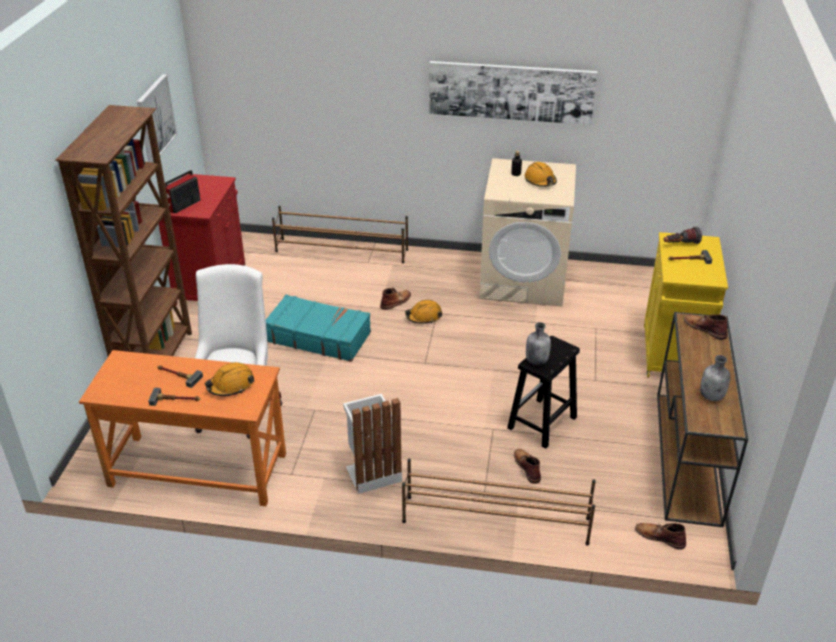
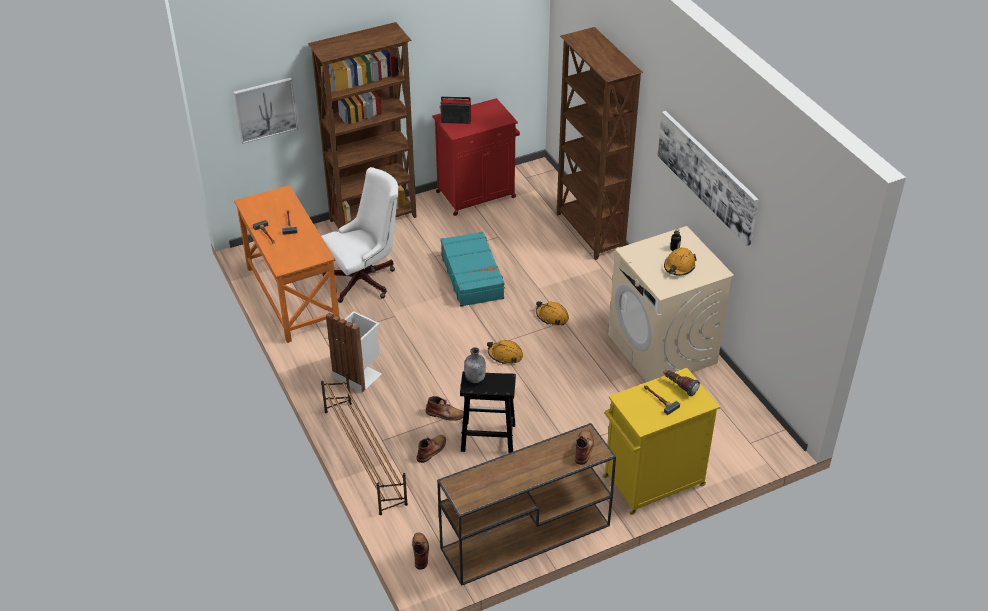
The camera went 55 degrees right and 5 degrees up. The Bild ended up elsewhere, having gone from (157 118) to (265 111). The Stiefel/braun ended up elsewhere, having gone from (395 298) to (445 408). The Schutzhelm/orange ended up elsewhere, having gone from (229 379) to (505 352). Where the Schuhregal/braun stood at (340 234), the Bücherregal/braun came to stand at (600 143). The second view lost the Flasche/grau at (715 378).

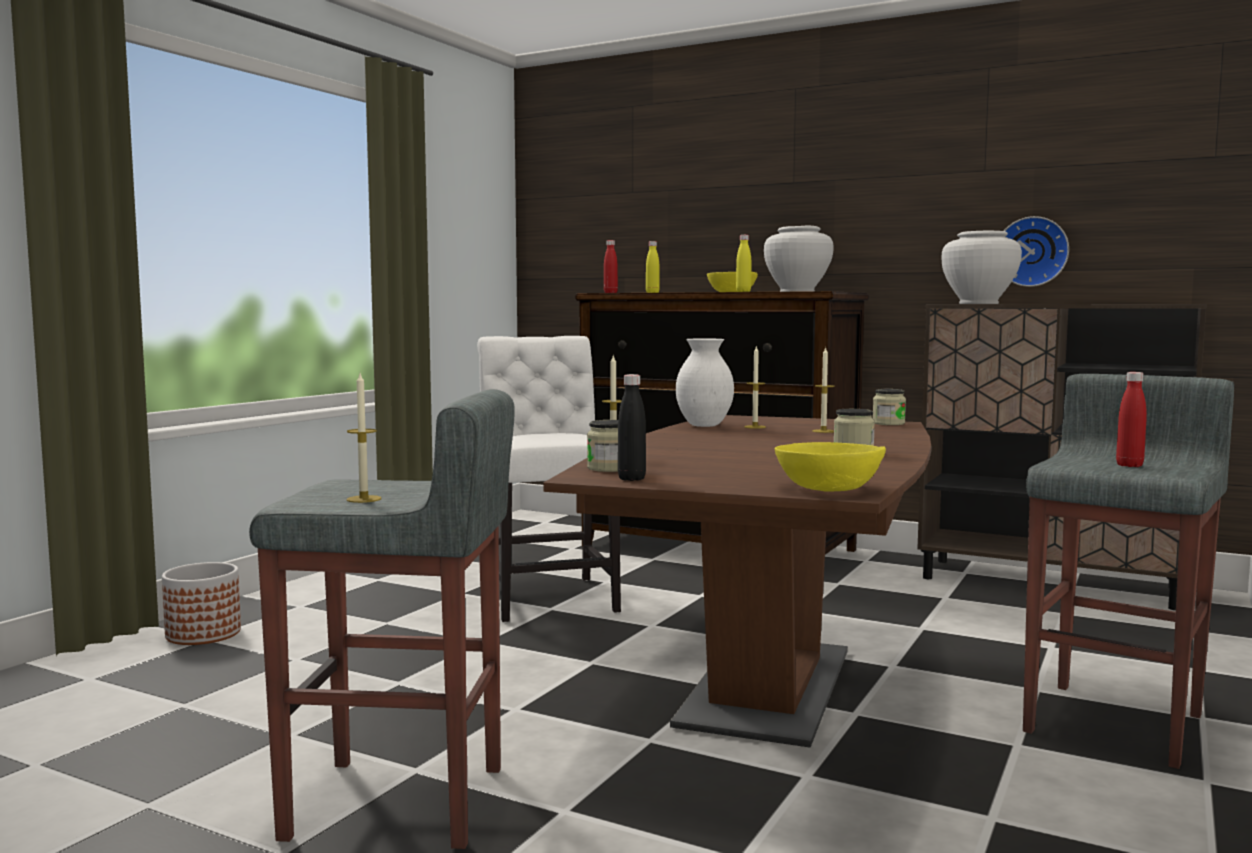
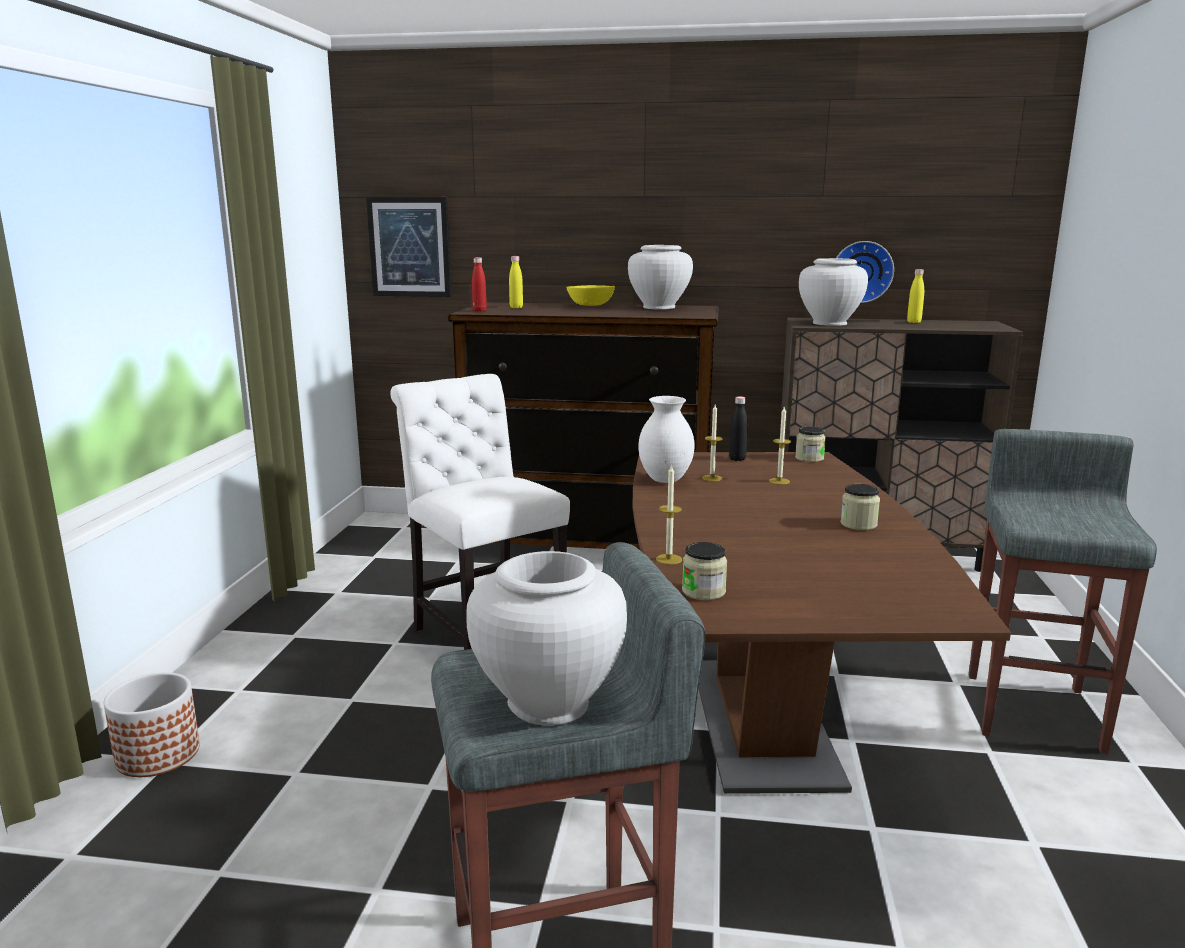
The camera went 20 degrees left and 10 degrees up. The second view gained the Bild at (409 247). Where the Kerze stood at (364 438), the Vase/weiß came to stand at (546 638). The Flasche/schwarz ended up elsewhere, having gone from (632 427) to (738 428). The Flasche/gelb ended up elsewhere, having gone from (743 263) to (915 296). The second view lost the Schüssel/gelb at (830 467). The second view lost the Flasche/rot at (1131 419).

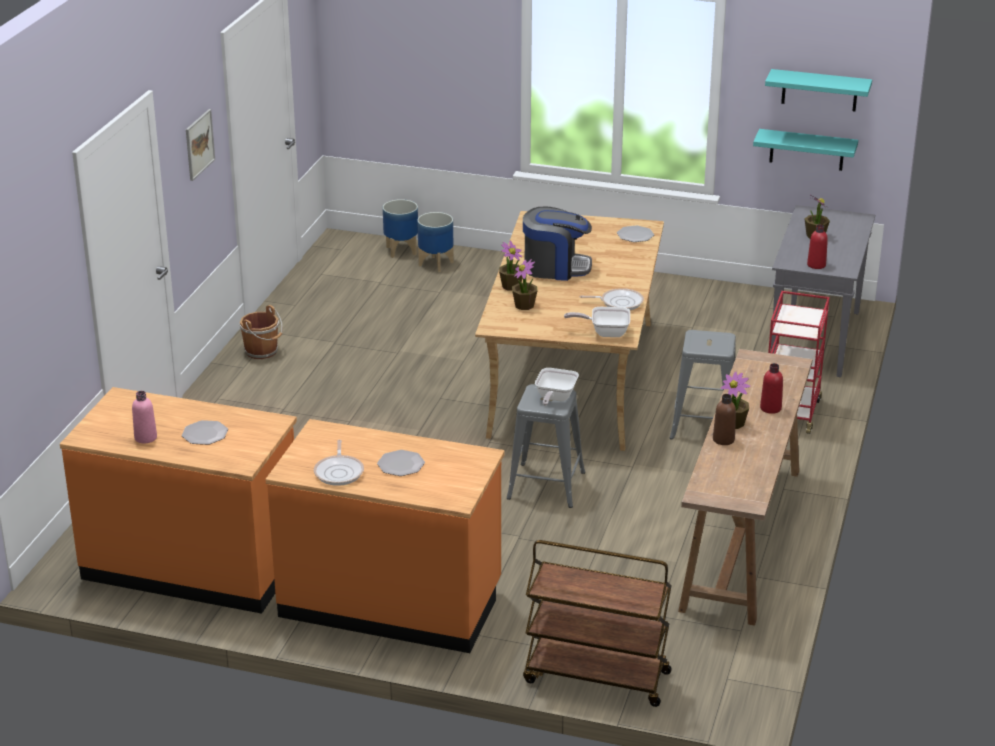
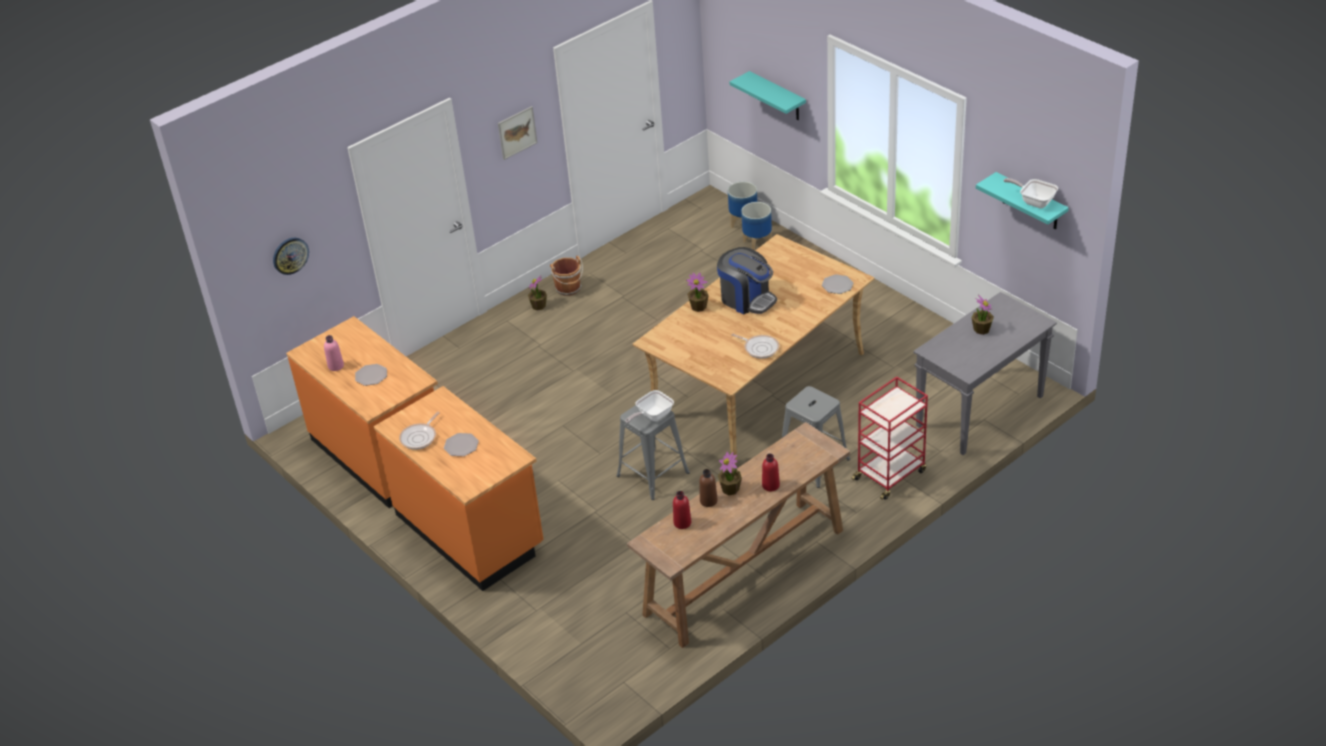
The camera went 35 degrees right and 10 degrees up. The second view gained the Wanduhr at (291 256). The Topfpflanze ended up elsewhere, having gone from (524 284) to (537 293). The Flasche/rot ended up elsewhere, having gone from (817 247) to (682 510). The Wandregal/türkis ended up elsewhere, having gone from (805 150) to (768 95). The Pfanne ended up elsewhere, having gone from (597 322) to (1030 193). The second view lost the Rollwagen/braun at (597 623).

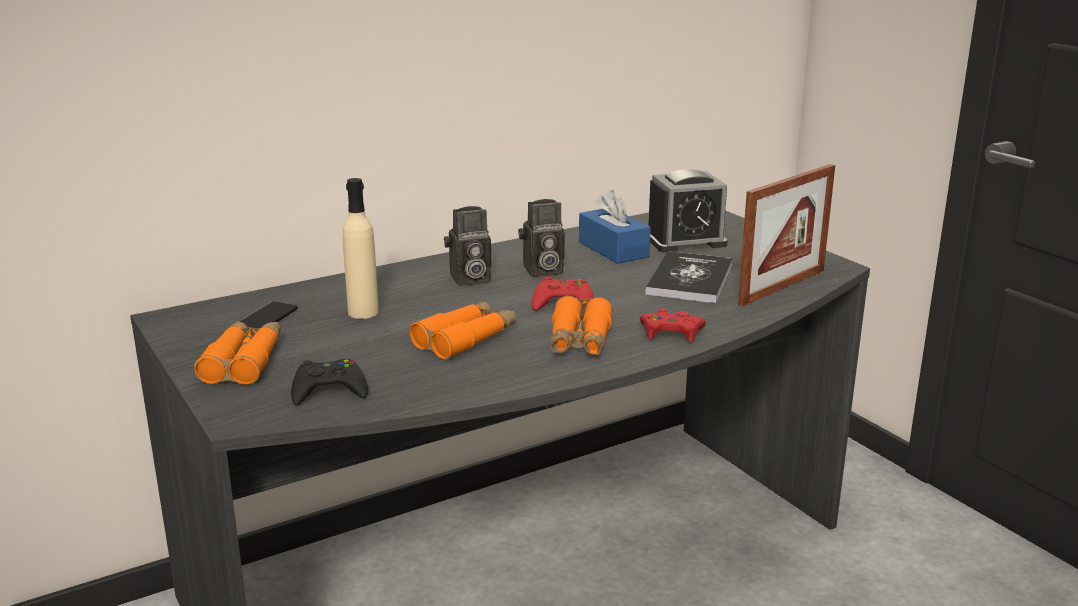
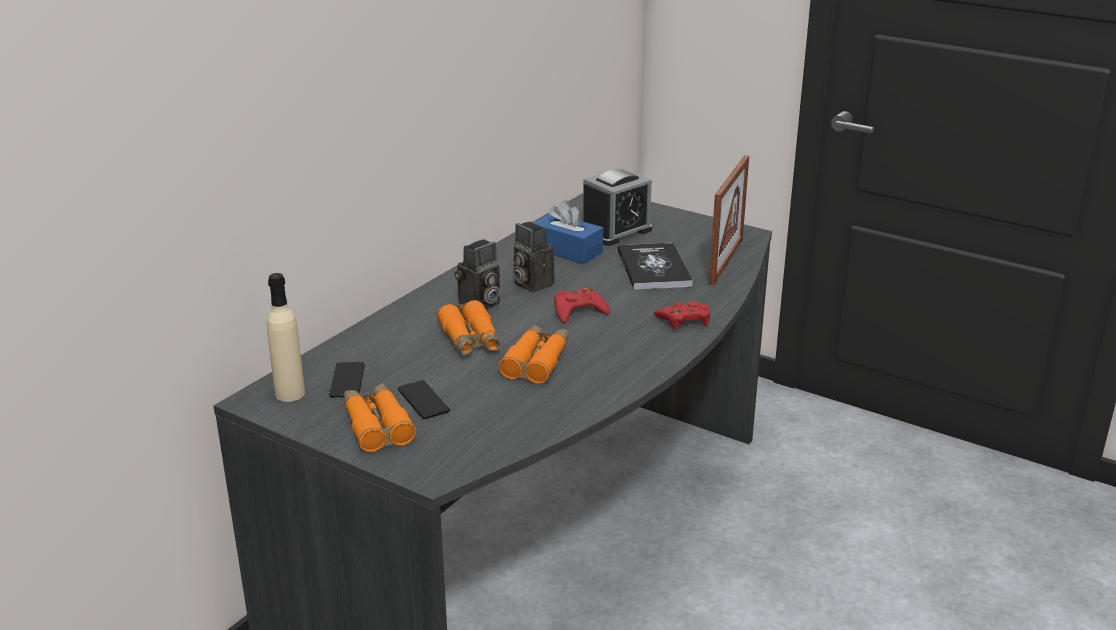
The camera went 25 degrees left and 5 degrees up. The Flasche/beige ended up elsewhere, having gone from (361 248) to (286 337). The second view gained the Handy at (424 399). The Fernglas/orange ended up elsewhere, having gone from (582 325) to (469 328). The Kamera at (541 238) ended up facing another way, 90 degrees clockwise from before. The second view lost the Gamepad/schwarz at (329 382).

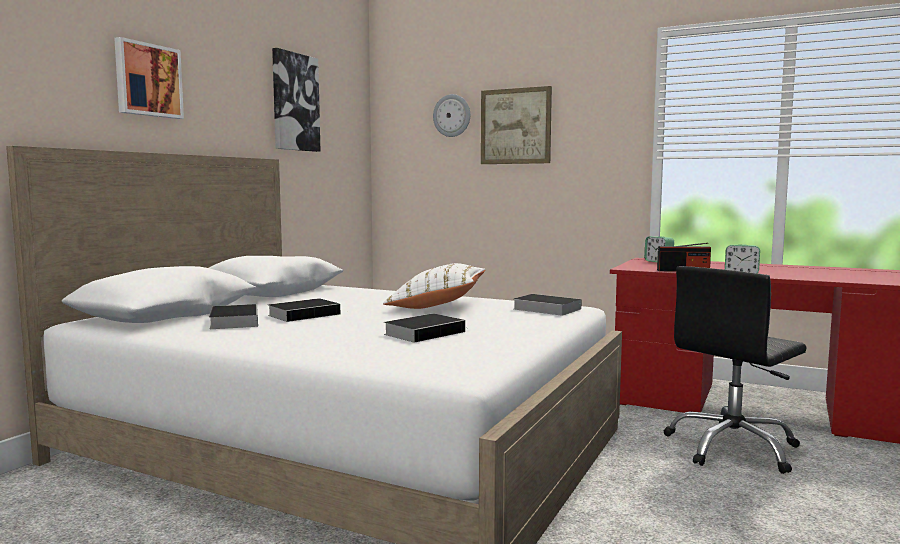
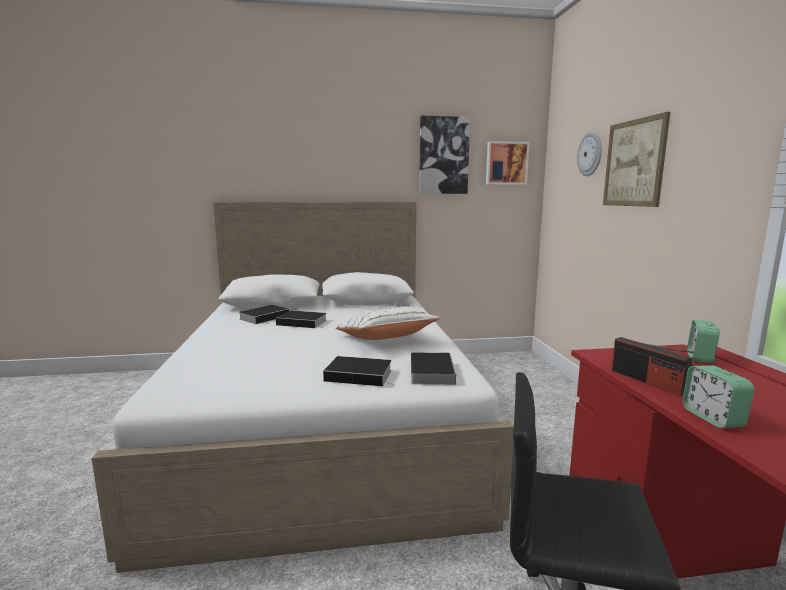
The camera went 55 degrees right and 5 degrees up. The Buch ended up elsewhere, having gone from (424 328) to (359 371). The Bild ended up elsewhere, having gone from (149 78) to (508 163).

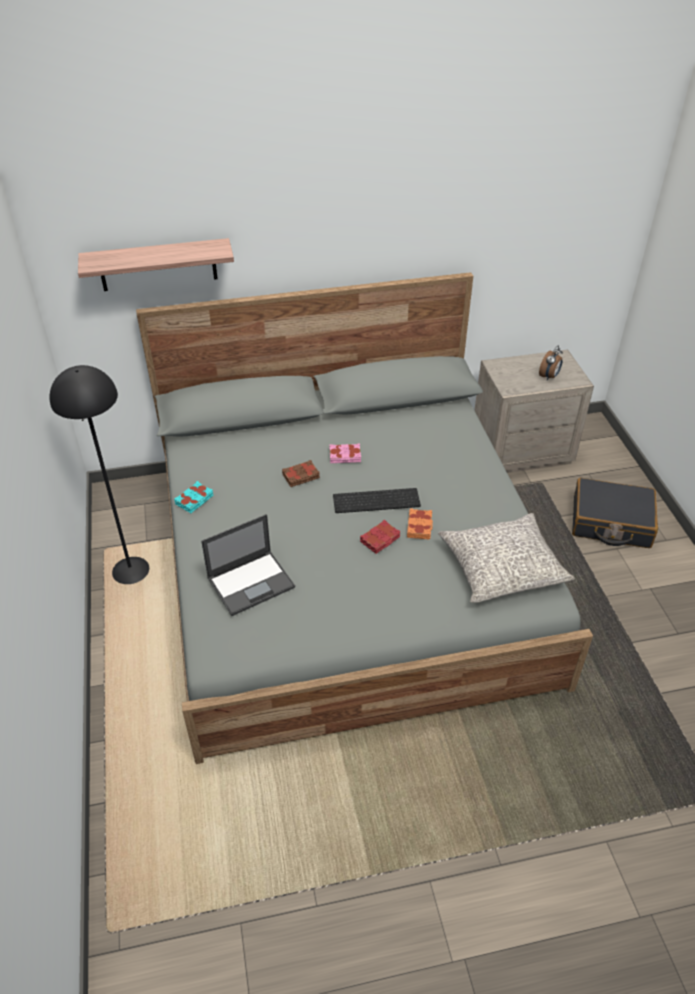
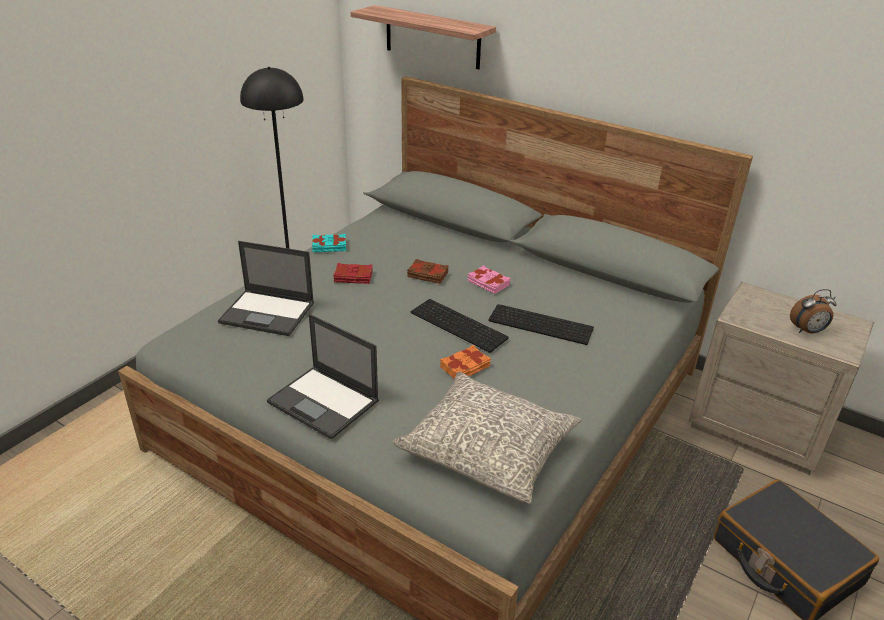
The camera went 45 degrees right and 10 degrees down. The second view gained the Laptop at (323 377). The Buch/rot ended up elsewhere, having gone from (380 537) to (353 273). The second view gained the Tastatur at (541 324).

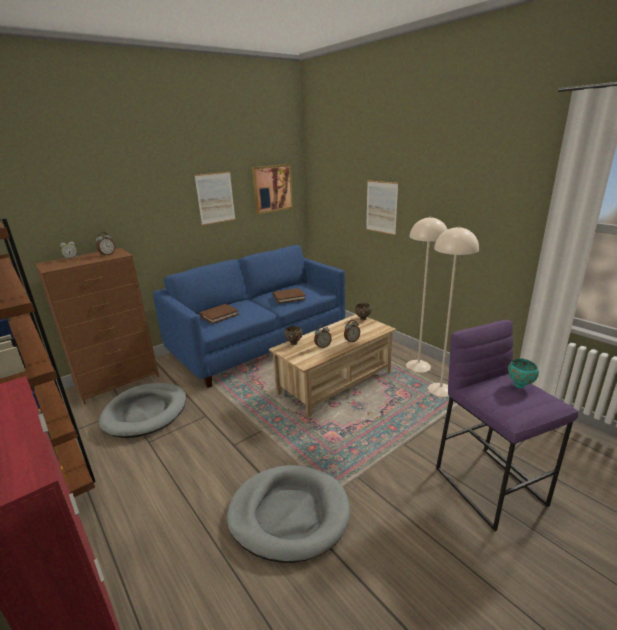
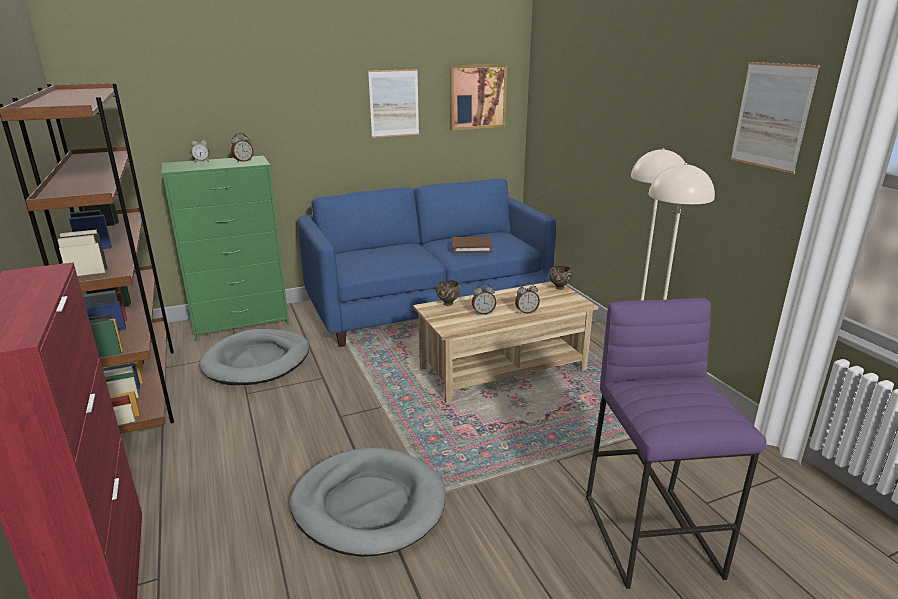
The camera went 15 degrees right and 0 degrees up. What was the Kommode/braun at (97 326) turned into the Kommode/grün at (225 248). The Bild ended up elsewhere, having gone from (382 208) to (775 118). The second view lost the Buch/braun at (219 314). The second view lost the Schüssel/türkis at (523 373).

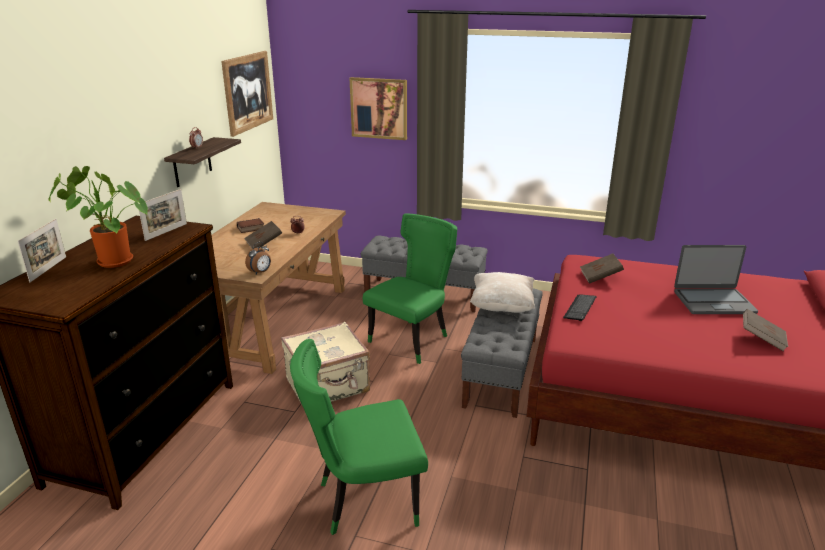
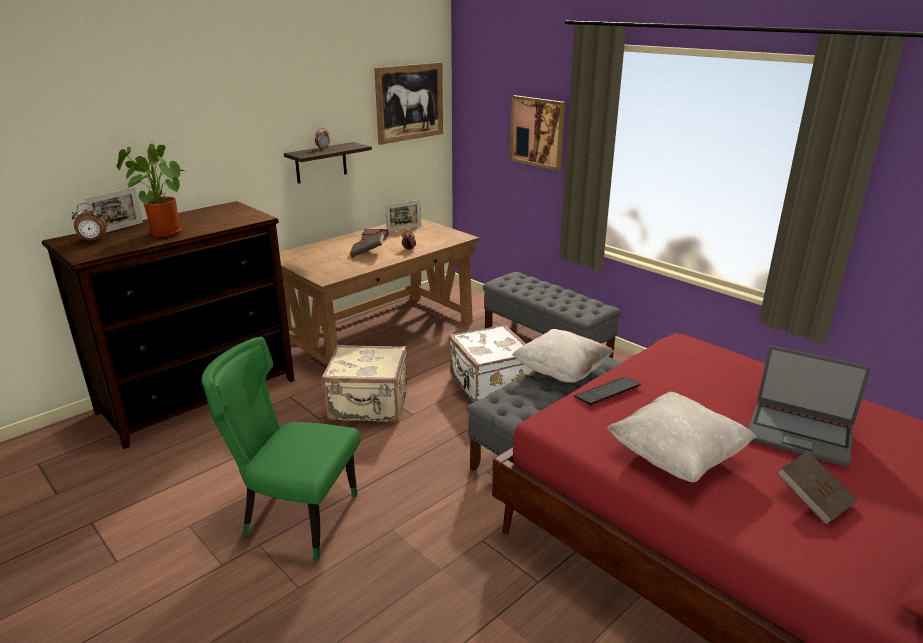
The camera went 30 degrees right and 0 degrees up. The Wecker ended up elsewhere, having gone from (258 258) to (89 222). The Bilderrahmen ended up elsewhere, having gone from (163 215) to (403 216). Where the Stuhl/grün stood at (410 289), the Koffer/weiß came to stand at (491 363). The second view gained the Kissen/beige at (681 437). The second view lost the Buch/braun at (602 269).

